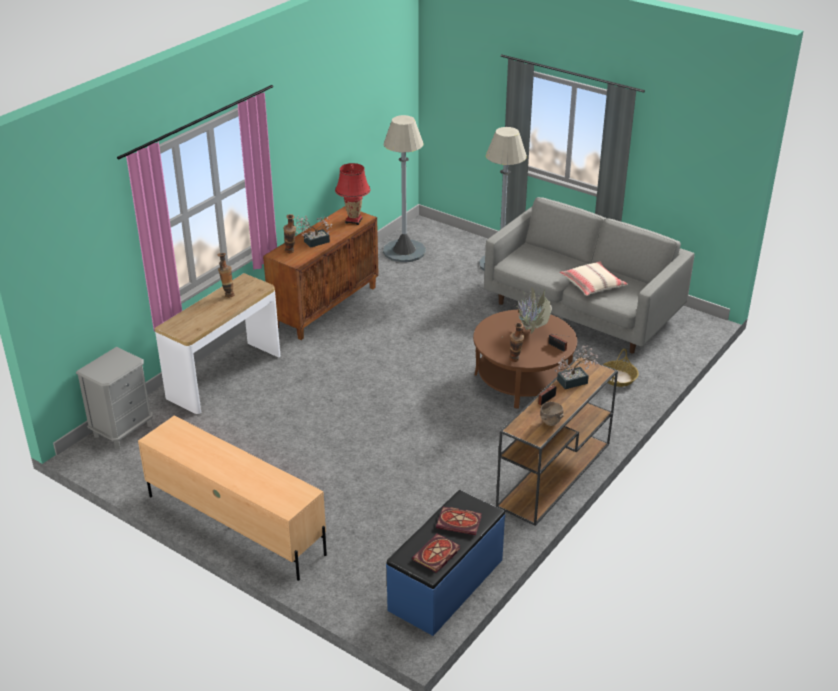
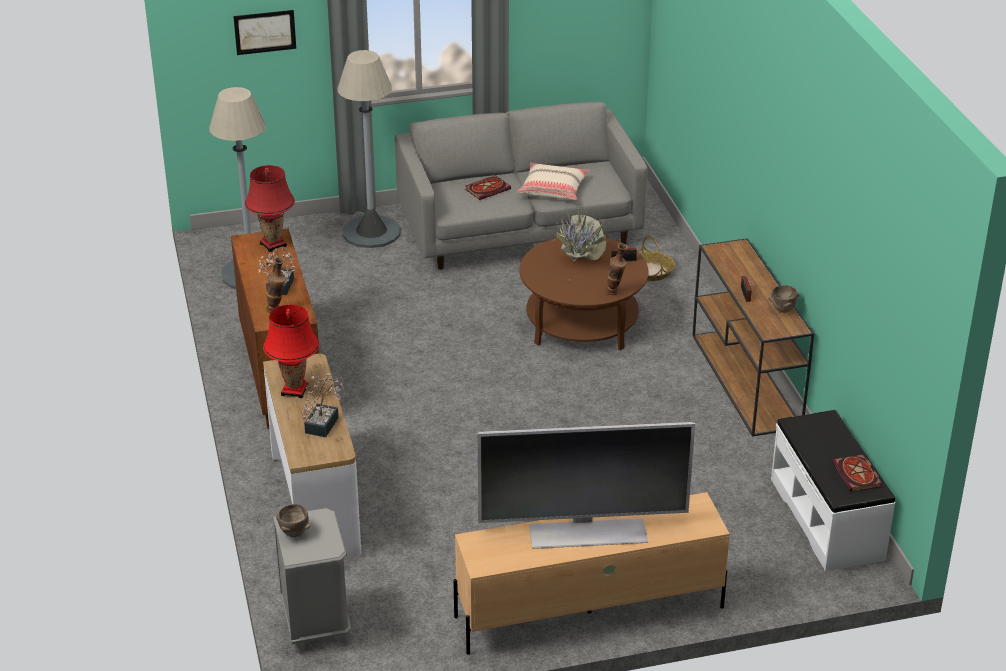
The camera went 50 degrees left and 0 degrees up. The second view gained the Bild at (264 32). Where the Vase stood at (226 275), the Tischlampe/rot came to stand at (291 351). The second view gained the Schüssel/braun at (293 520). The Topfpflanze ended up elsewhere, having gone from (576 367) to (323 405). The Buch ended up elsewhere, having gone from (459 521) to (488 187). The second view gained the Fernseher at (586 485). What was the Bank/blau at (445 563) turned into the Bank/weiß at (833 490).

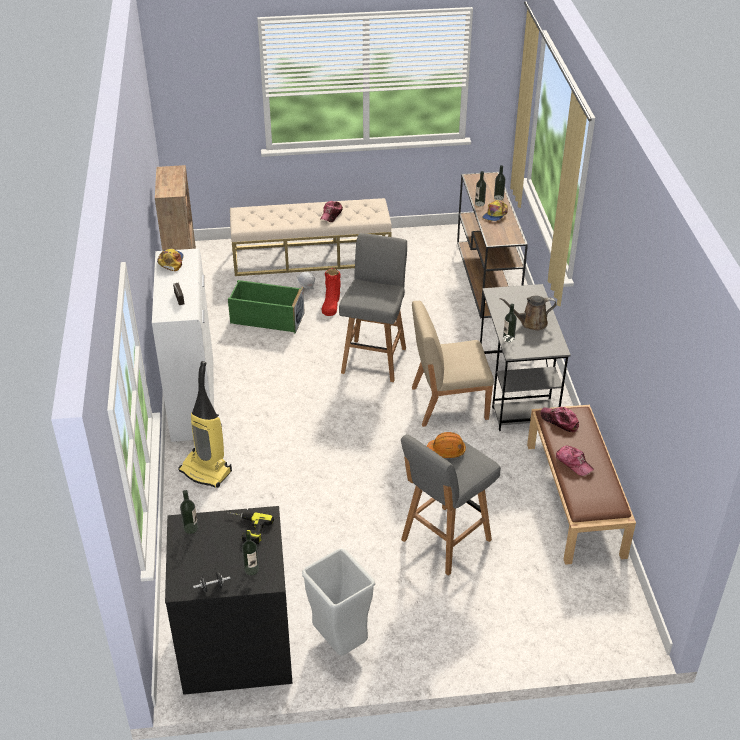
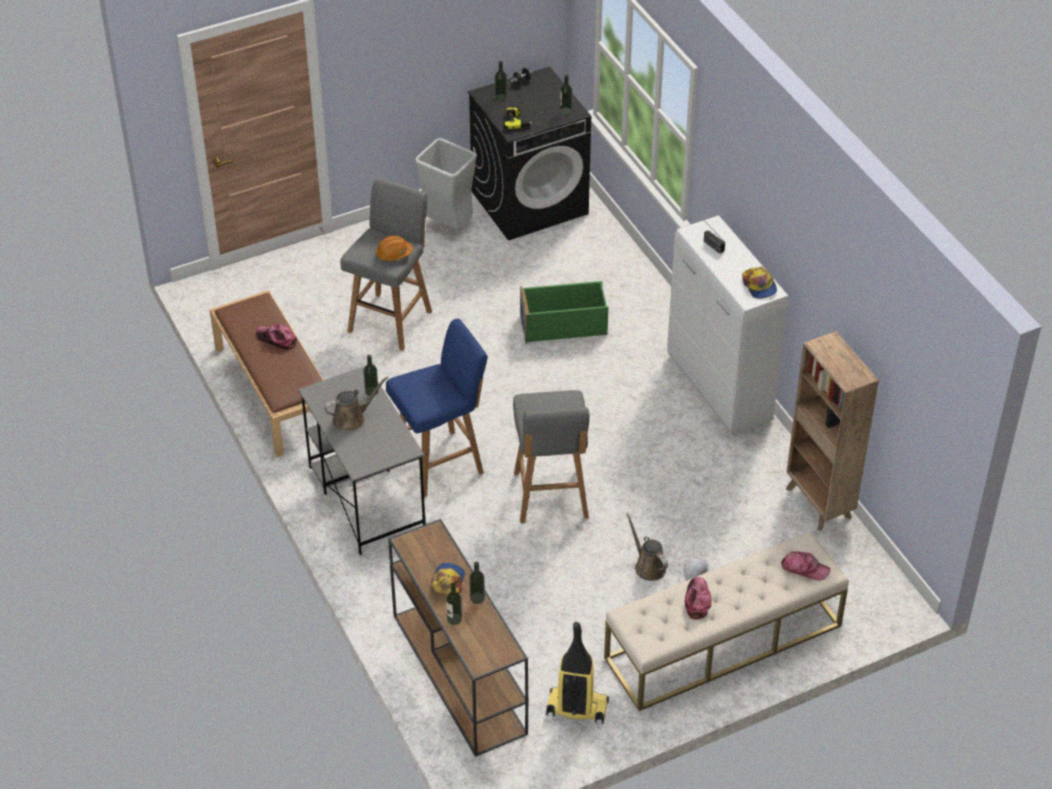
The camera went 160 degrees right and 5 degrees up. Where the Stuhl/beige stood at (453 364), the Hocker/blau came to stand at (437 407). The Aufbewahrungsbox/grün ended up elsewhere, having gone from (266 307) to (564 312). The Staubsauger ended up elsewhere, having gone from (205 424) to (577 673). Where the Stiefel/rot stood at (331 292), the Gießkanne/braun came to stand at (647 547). The Kappe ended up elsewhere, having gone from (560 420) to (806 566).

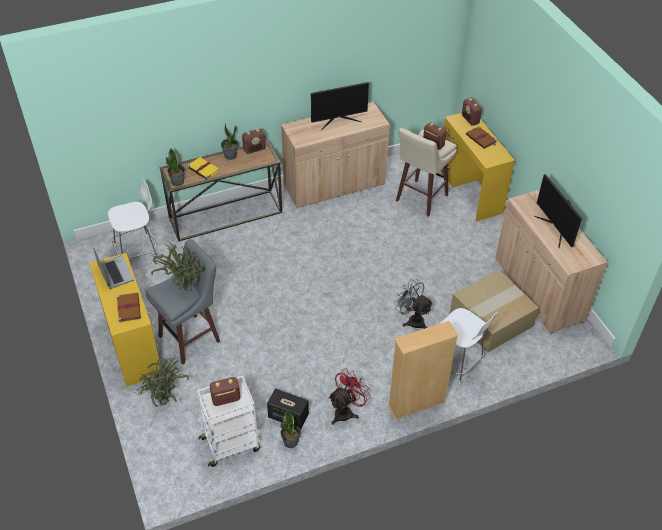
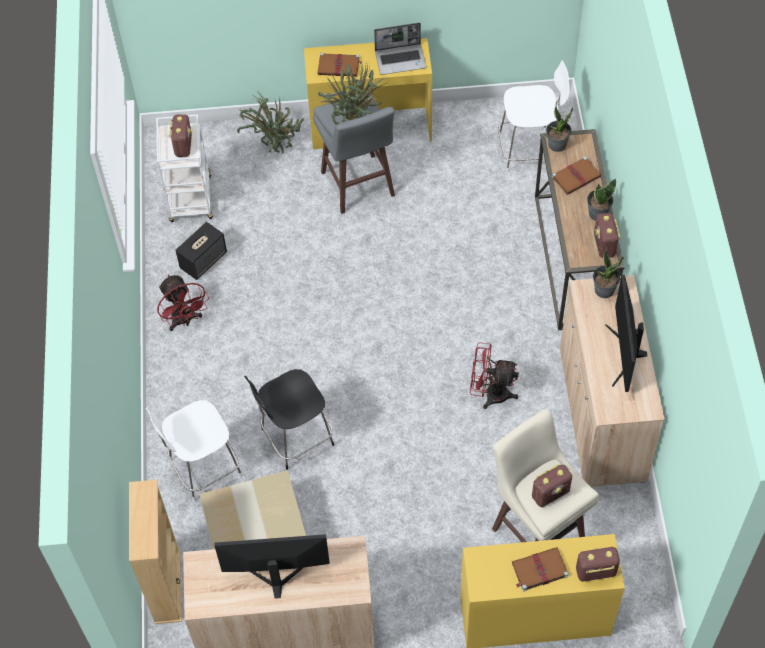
The camera went 110 degrees right and 10 degrees up. The Bücherregal/beige ended up elsewhere, having gone from (422 370) to (155 551). Where the Ventilator/grau stood at (413 304), the Stuhl/schwarz came to stand at (289 419). The second view gained the Ventilator/rot at (494 375). The Stuhl/weiß at (132 219) ended up facing another way, 90 degrees counterclockwise from before. What was the Buch/gelb at (203 168) turned into the Buch/braun at (576 176). The Topfpflanze ended up elsewhere, having gone from (291 429) to (608 272).

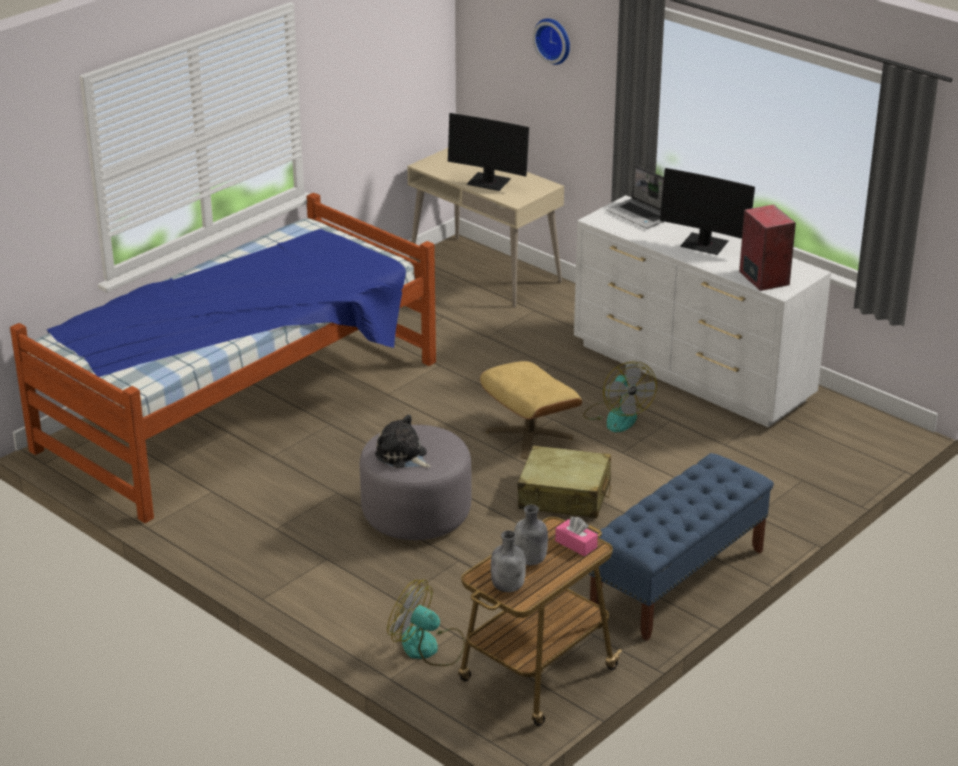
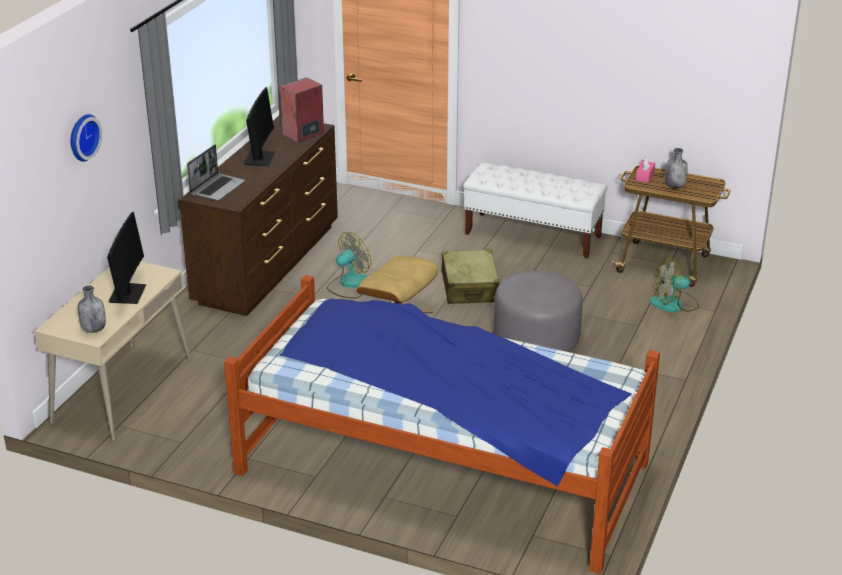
The camera went 110 degrees left and 0 degrees up. The Flasche/grau ended up elsewhere, having gone from (508 561) to (92 309). What was the Kommode/weiß at (702 311) turned into the Kommode/braun at (258 215). What was the Bank/blau at (681 547) turned into the Bank/weiß at (535 210). The Ventilator at (426 623) ended up facing another way, 75 degrees clockwise from before. The second view lost the Plüschtier at (403 441).

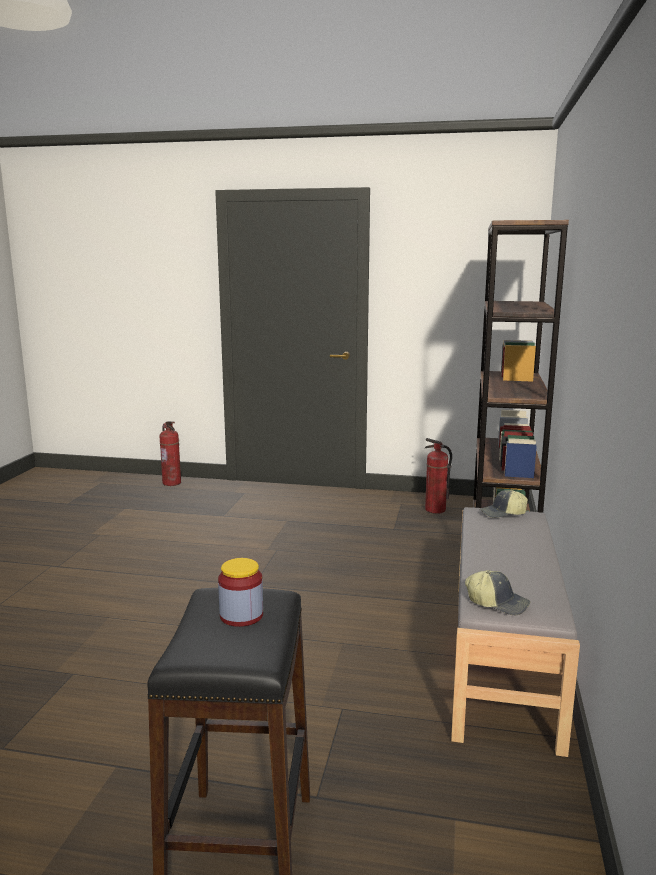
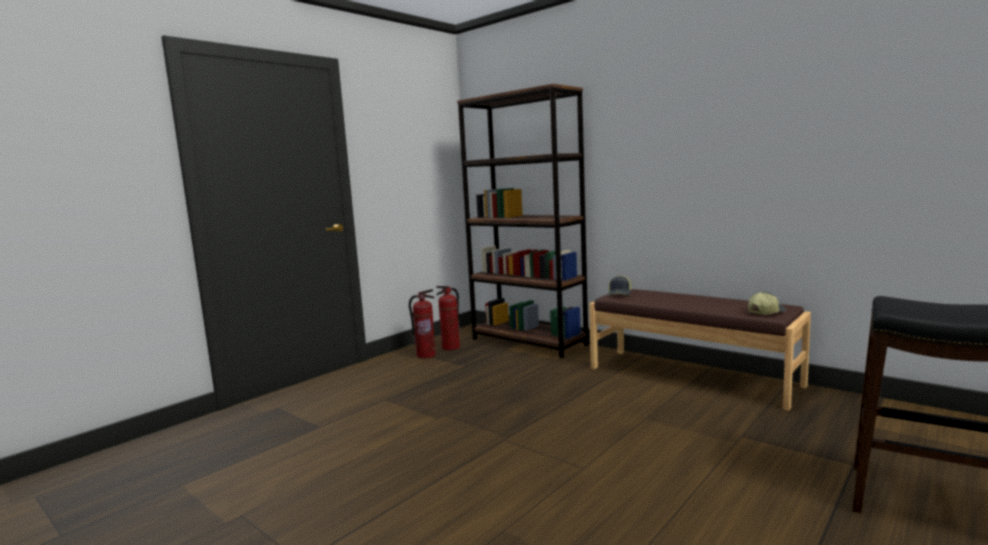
The camera went 60 degrees left and 5 degrees down. The Feuerlöscher ended up elsewhere, having gone from (170 453) to (422 324). What was the Bank/grau at (515 632) turned into the Bank/braun at (700 350). The second view lost the Vorratsglas at (240 592).

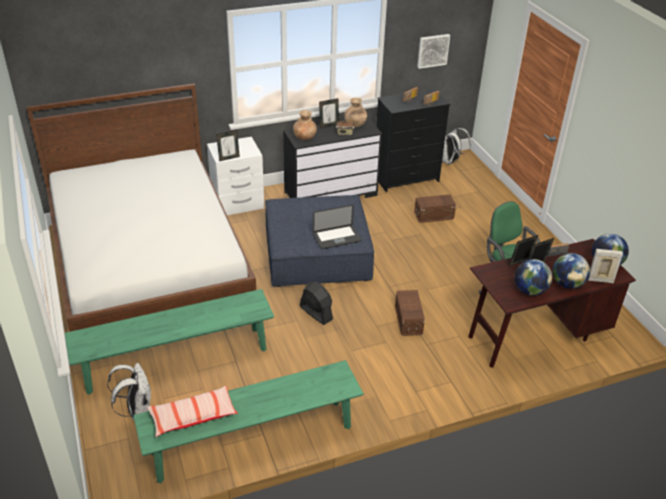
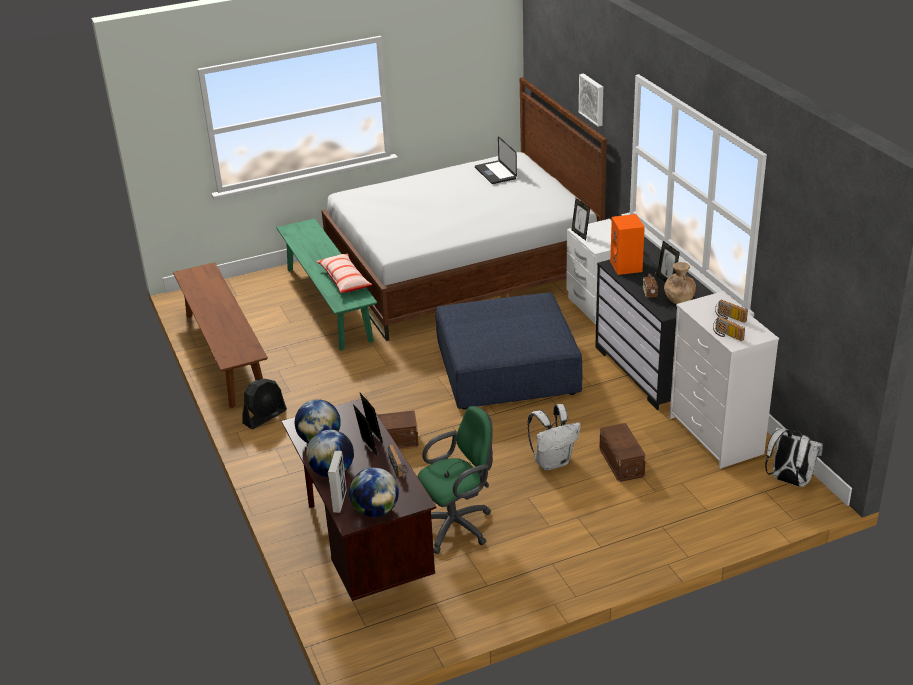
The camera went 90 degrees right and 5 degrees down. What was the Bank/grün at (248 421) turned into the Bank/braun at (220 335). The Ventilator/schwarz ended up elsewhere, having gone from (316 303) to (265 404). The Kissen ended up elsewhere, having gone from (192 411) to (344 273). The Laptop ended up elsewhere, having gone from (337 227) to (496 160). The Rucksack/weiß ended up elsewhere, having gone from (129 391) to (554 437). The Bild ended up elsewhere, having gone from (433 51) to (591 100). Where the Vase/braun stood at (305 125), the Lautsprecher/orange came to stand at (627 244). What was the Kommode/schwarz at (413 140) turned into the Kommode/weiß at (724 380).

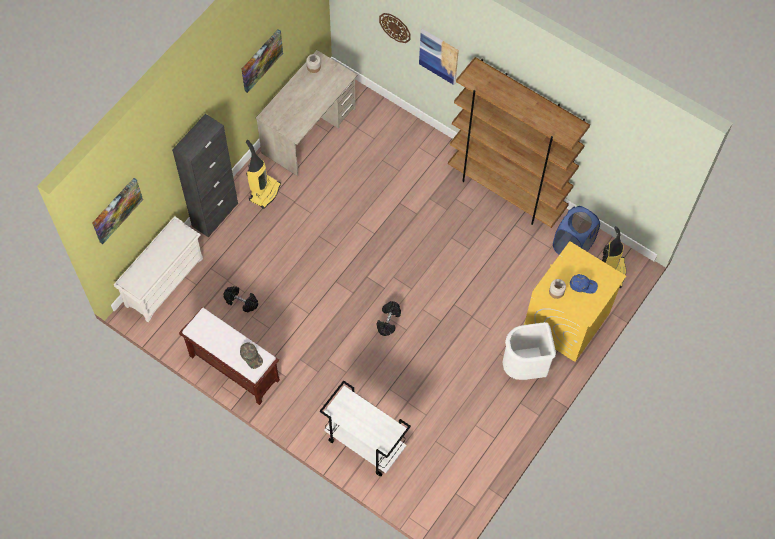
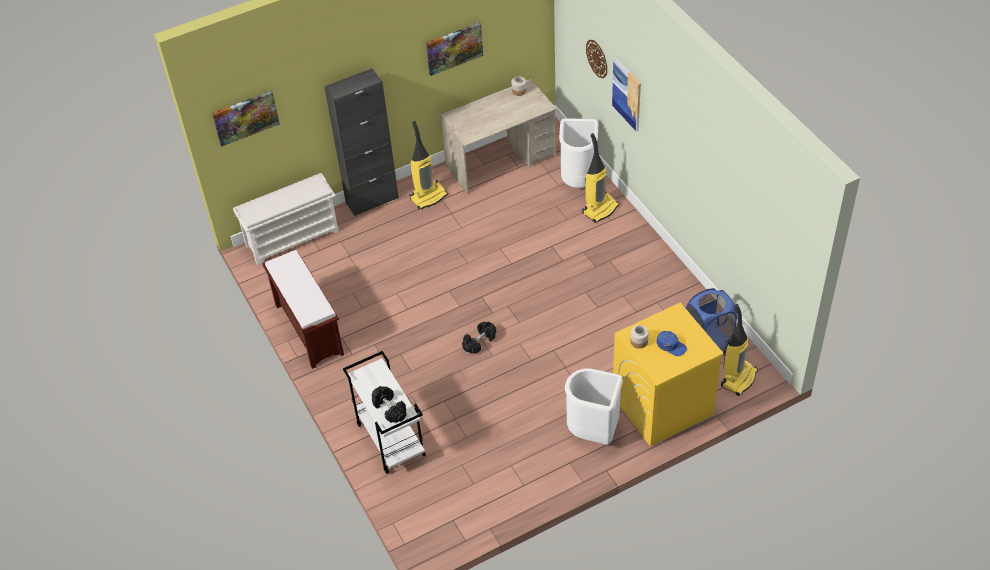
The camera went 30 degrees right and 15 degrees down. The Hantel/schwarz ended up elsewhere, having gone from (240 299) to (389 404). The second view gained the Mülleimer/weiß at (578 153). The second view gained the Staubsauger at (600 178). The second view lost the Kappe/grün at (251 355). The second view lost the Bücherregal/braun at (519 142).

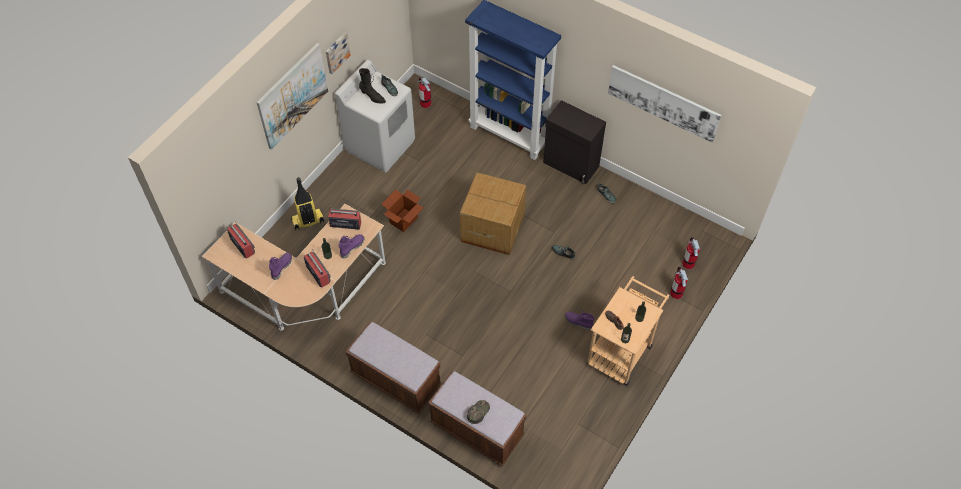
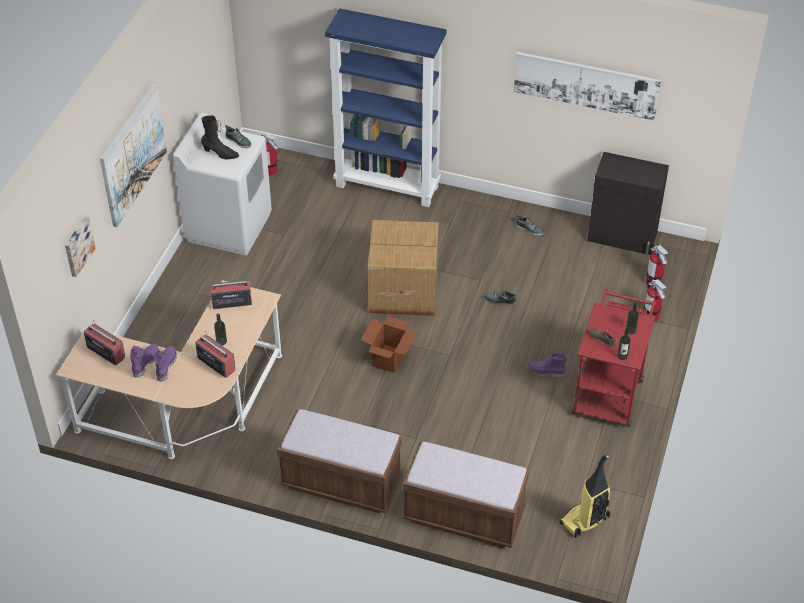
The camera went 15 degrees left and 10 degrees down. The Bild ended up elsewhere, having gone from (338 53) to (80 247). The Stiefel/lila ended up elsewhere, having gone from (351 246) to (144 361). The Karton ended up elsewhere, having gone from (403 210) to (389 344). The Staubsauger ended up elsewhere, having gone from (307 203) to (585 496). What was the Rollwagen/beige at (628 331) turned into the Rollwagen/rot at (614 357). The Schrank/schwarz ended up elsewhere, having gone from (574 142) to (628 203). The second view lost the Kappe/grün at (478 412).

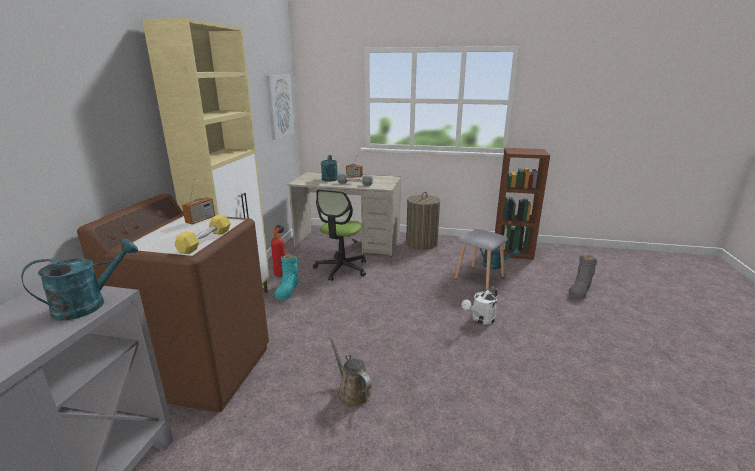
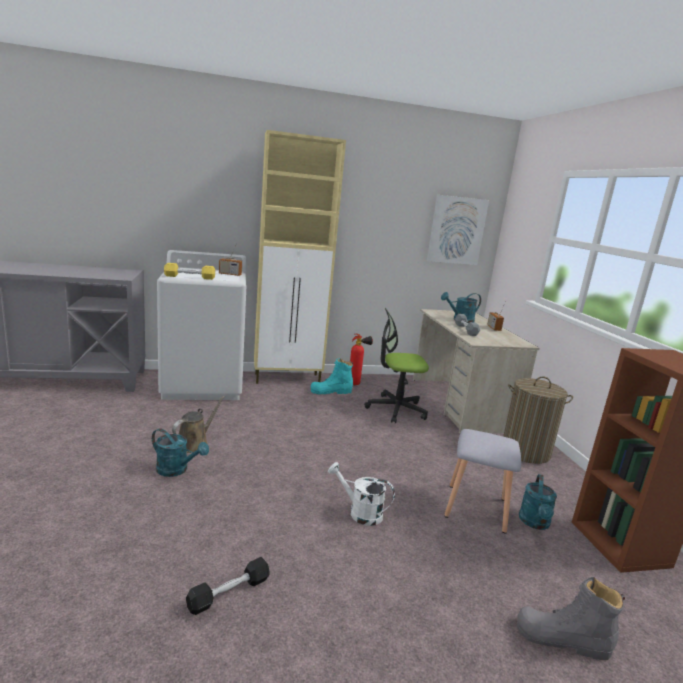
The camera went 65 degrees right and 5 degrees down. The Gießkanne/türkis ended up elsewhere, having gone from (79 279) to (180 452). What was the Waschmaschine/braun at (173 303) turned into the Waschmaschine/weiß at (201 325). The second view gained the Hantel/schwarz at (228 586).

